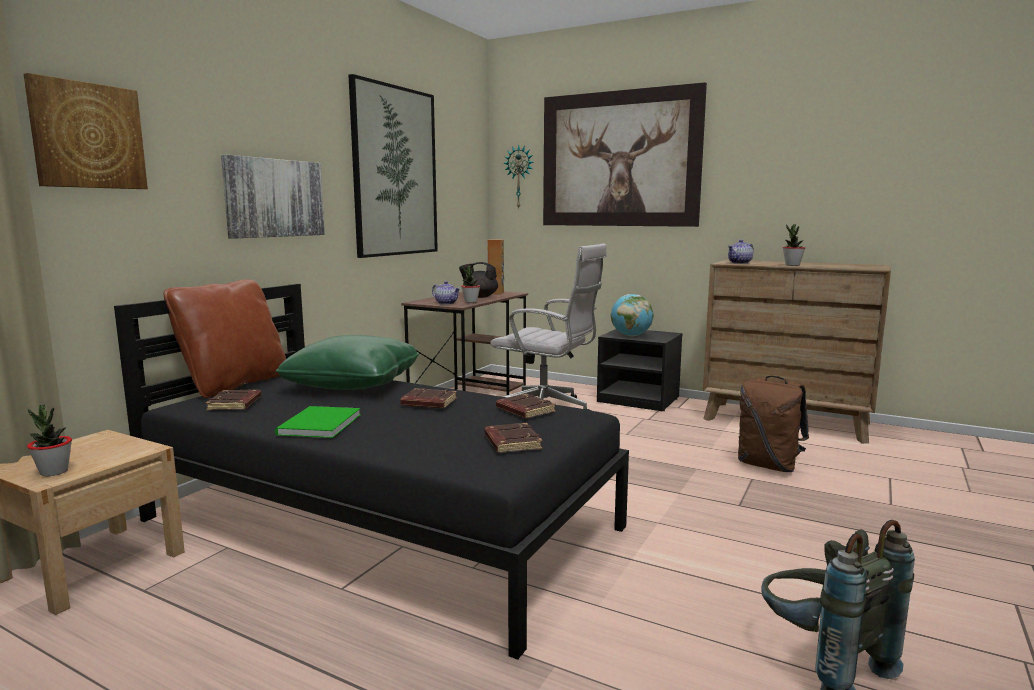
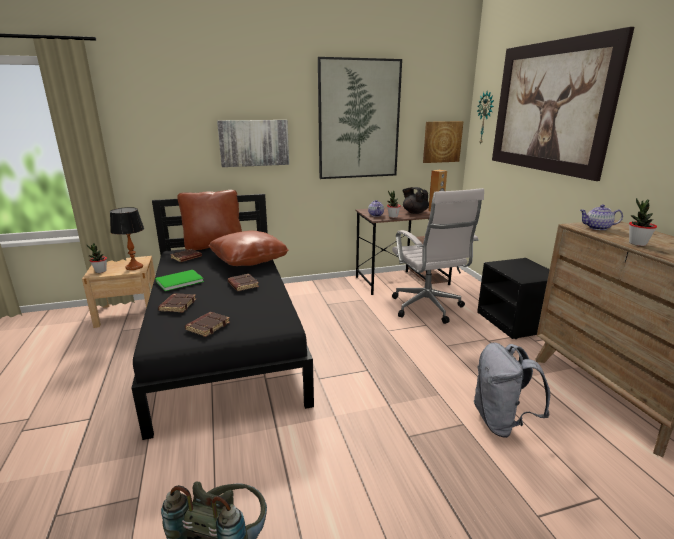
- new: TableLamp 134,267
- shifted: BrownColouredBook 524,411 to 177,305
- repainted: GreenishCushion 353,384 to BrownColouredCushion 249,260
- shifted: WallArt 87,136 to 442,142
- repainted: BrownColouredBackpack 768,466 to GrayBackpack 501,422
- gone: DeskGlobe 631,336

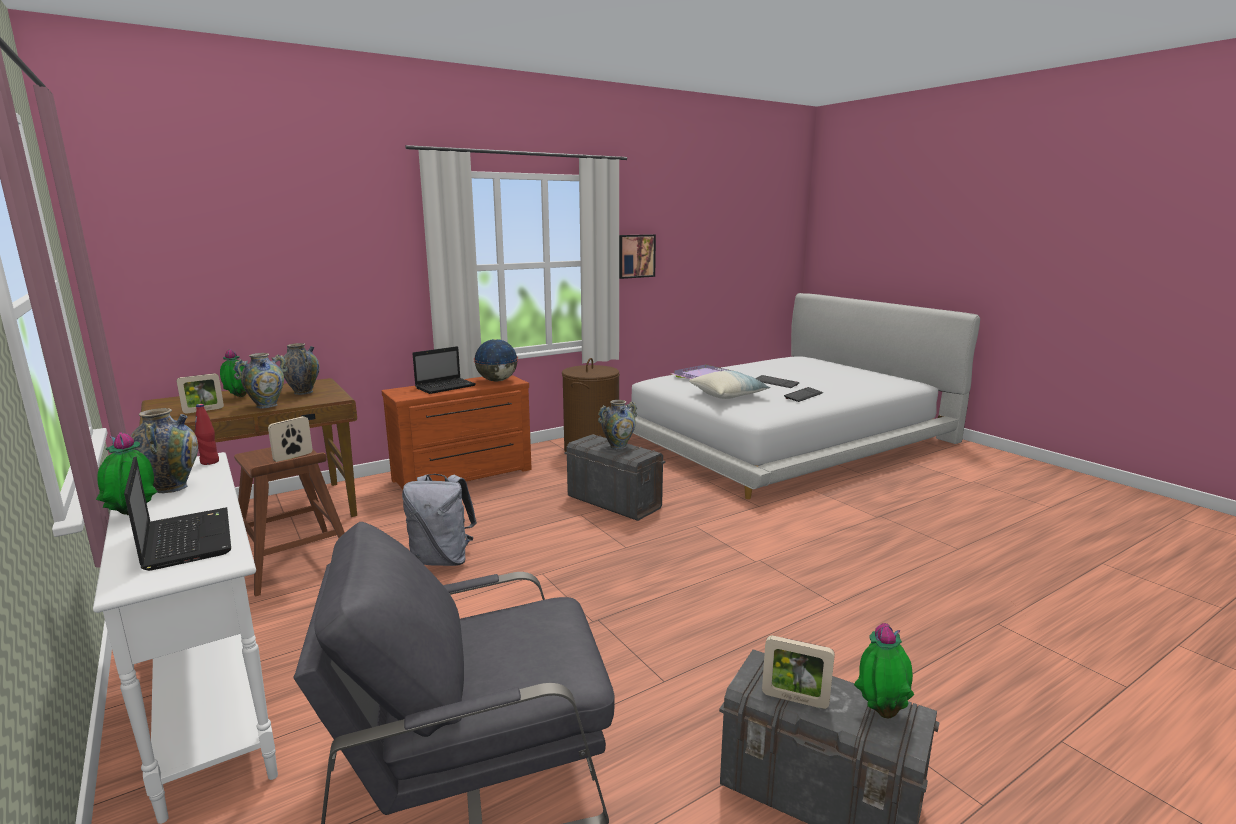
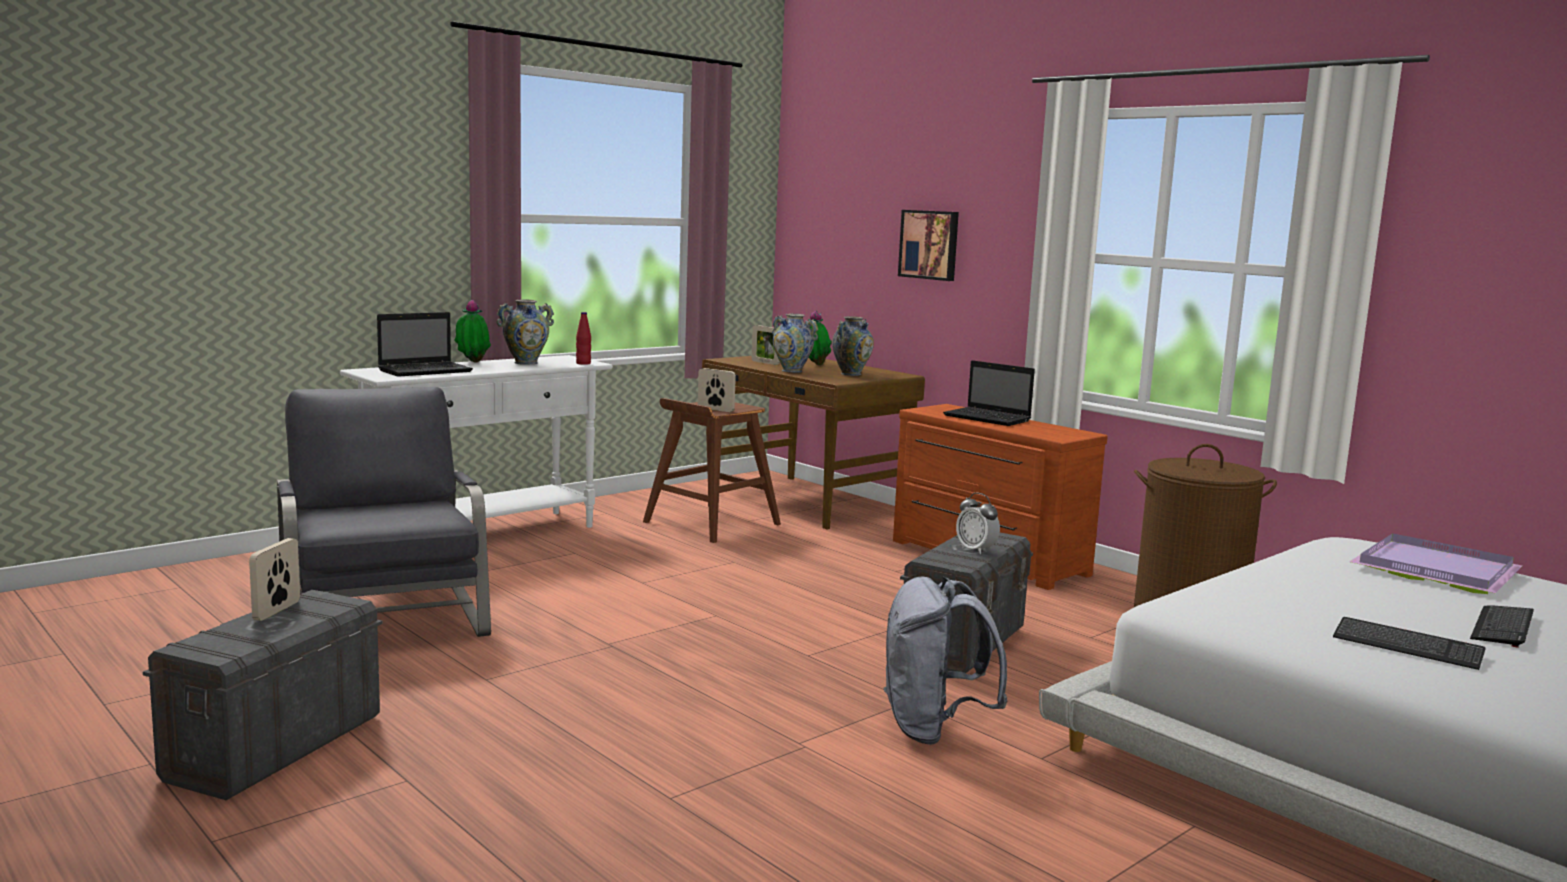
- shifted: GrayBackpack 442,560 to 933,729
- shifted: WallArt 635,256 to 930,244
- swapped: DecorativeVase 618,446 to TableClock 976,550
- gone: DeskGlobe 496,381
- gone: Cushion 728,395
- gone: PottedPlant 881,711

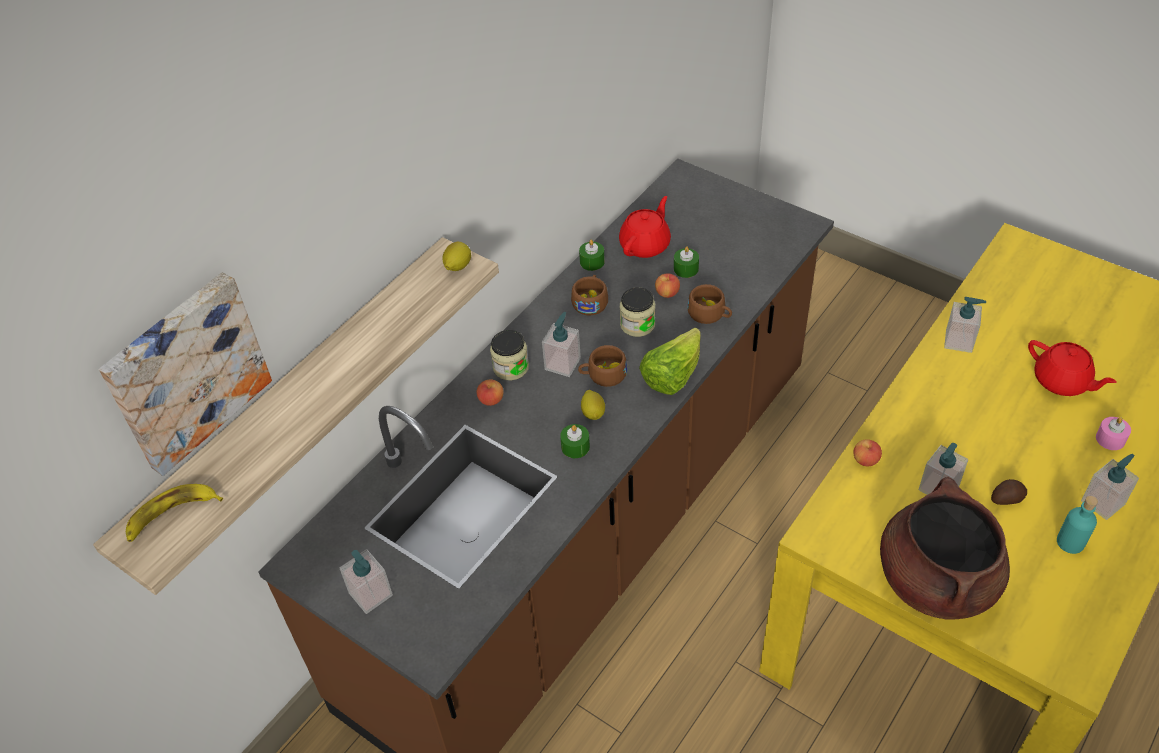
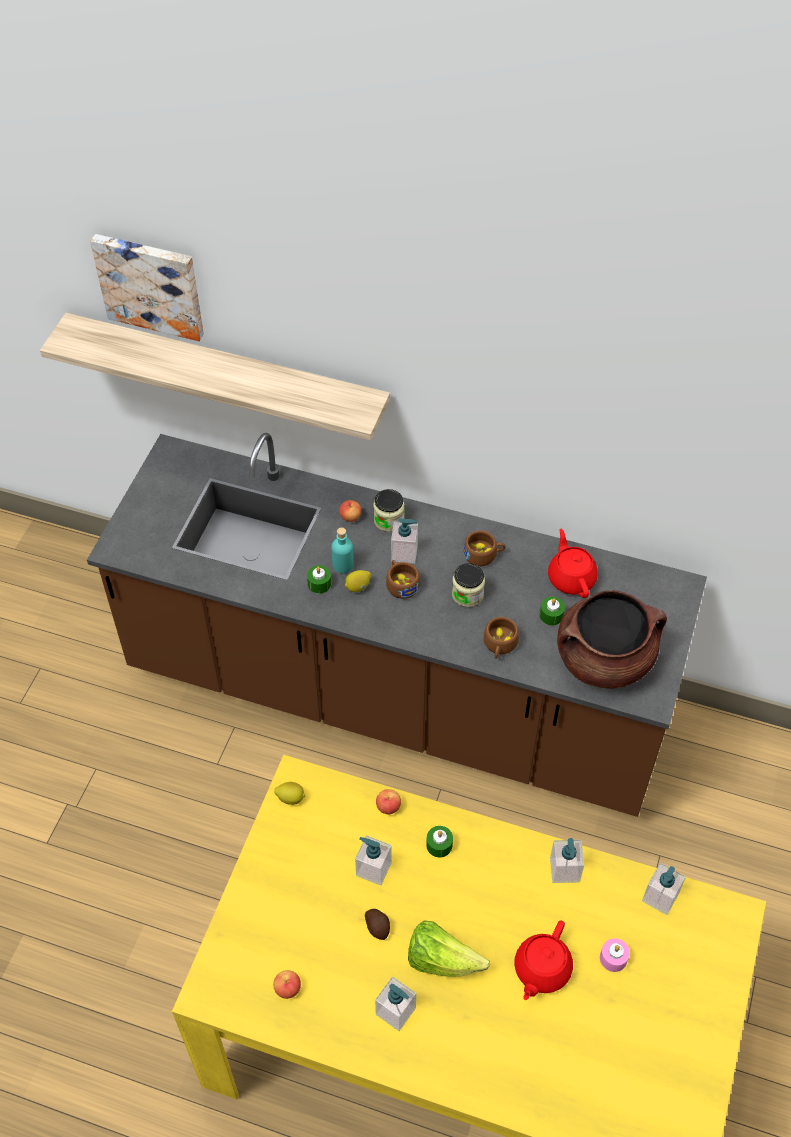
- shifted: WholeApple 667,293 to 287,988
- shifted: Lemon 457,266 to 291,798
- shifted: TurquoiseBeverageBottle 1070,542 to 343,565
- shifted: LettuceHead 672,376 to 441,959
- shifted: GreenishWaxCandle 592,262 to 439,845
- rotated: RedColouredPotForTea 645,244 = 571,578 120 degrees counterclockwise
- shifted: BrownColouredStockpot 935,580 to 604,659
- shifted: PinkWaxCandle 1110,439 to 613,958
- shifted: SoapDispenser 371,594 to 660,897
- gone: WholeBanana 172,515

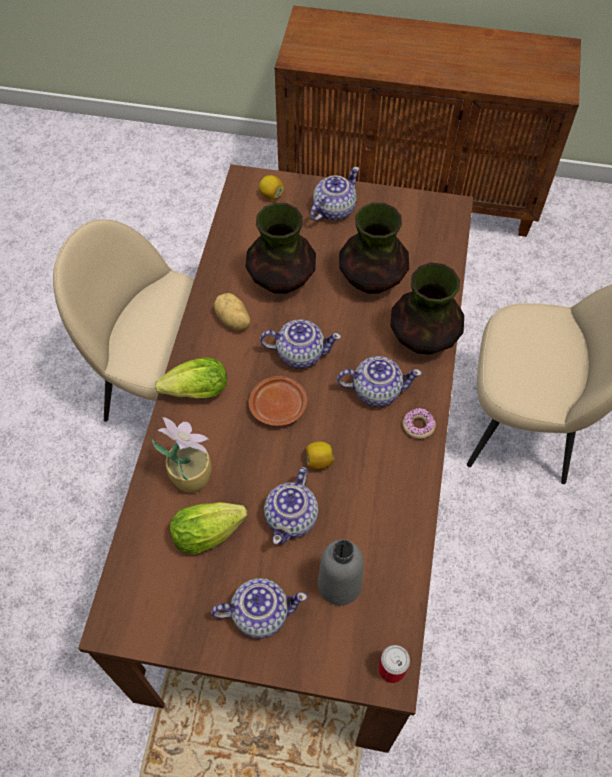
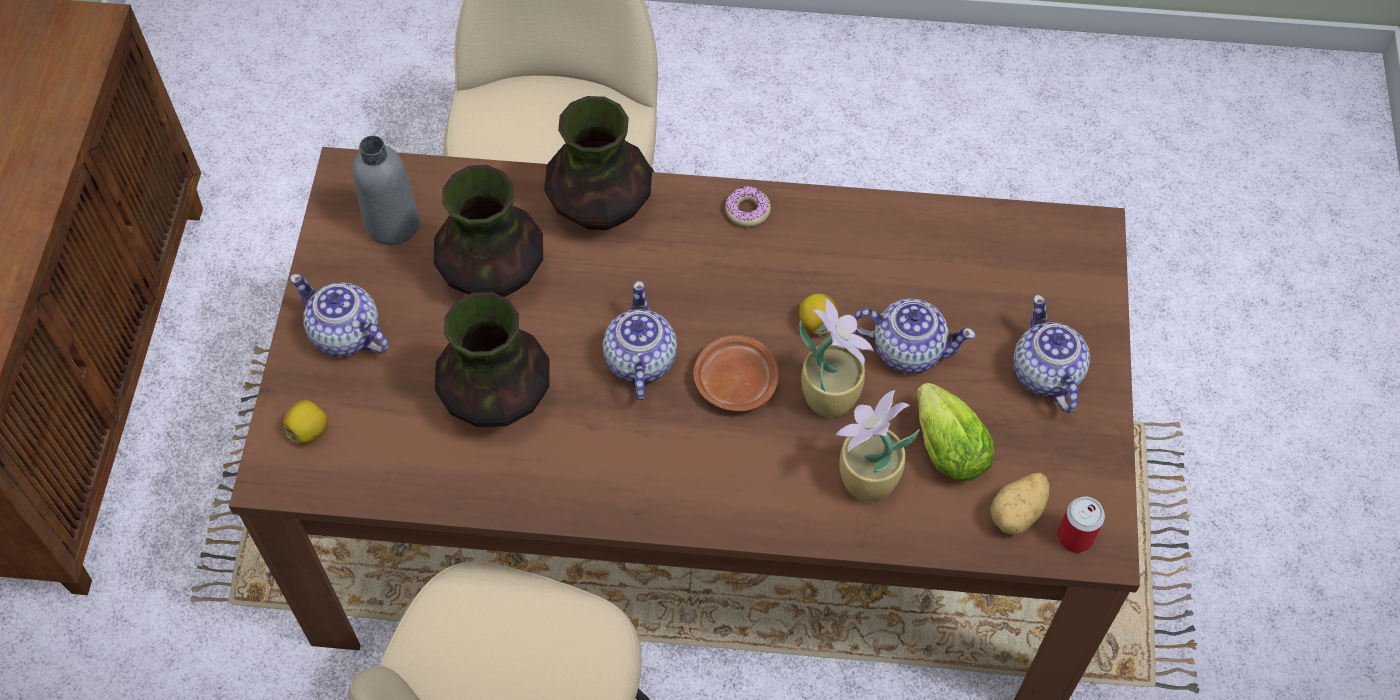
- shifted: GrayBeverageBottle 339,584 to 393,224
- new: PottedPlant 830,394
- shifted: WholePotato 233,320 to 1018,513
- shifted: MetalCan 391,669 to 1075,537
- gone: LettuceHead 193,392
- gone: PotForTea 376,390

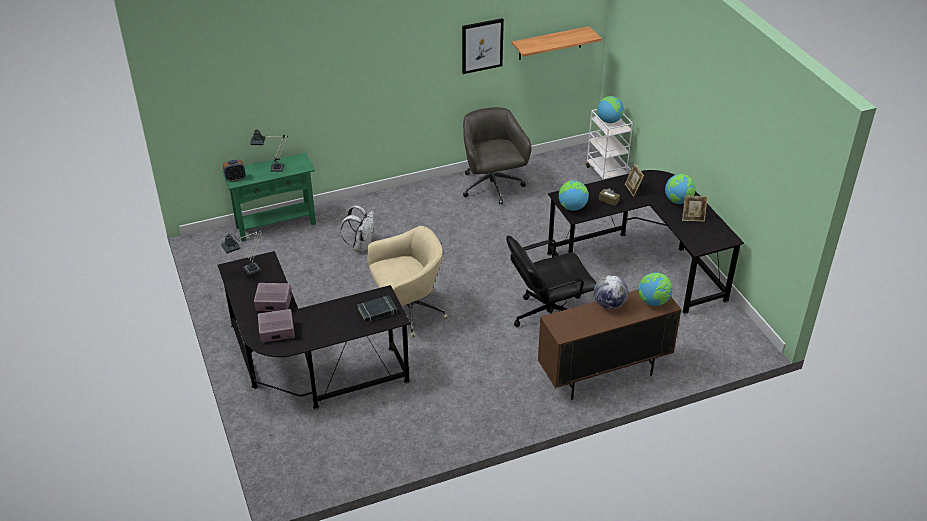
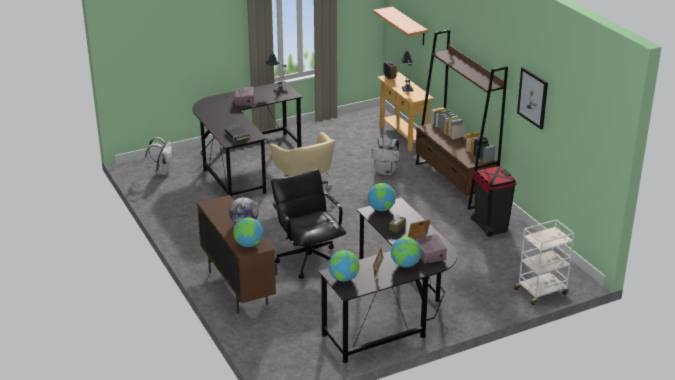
- new: WhitishBackpack 162,172
- shifted: DeskGlobe 609,121 to 344,279
- shifted: WallShelf 550,43 to 409,26
- repainted: GreenishConsoleTable 276,225 to BeigeConsoleTable 403,136
- shifted: Radio 276,332 to 430,255
- new: BrownColouredBookshelf 455,182
- swapped: GrayComputerChair 492,187 to BlackColouredRubbishBin 490,227

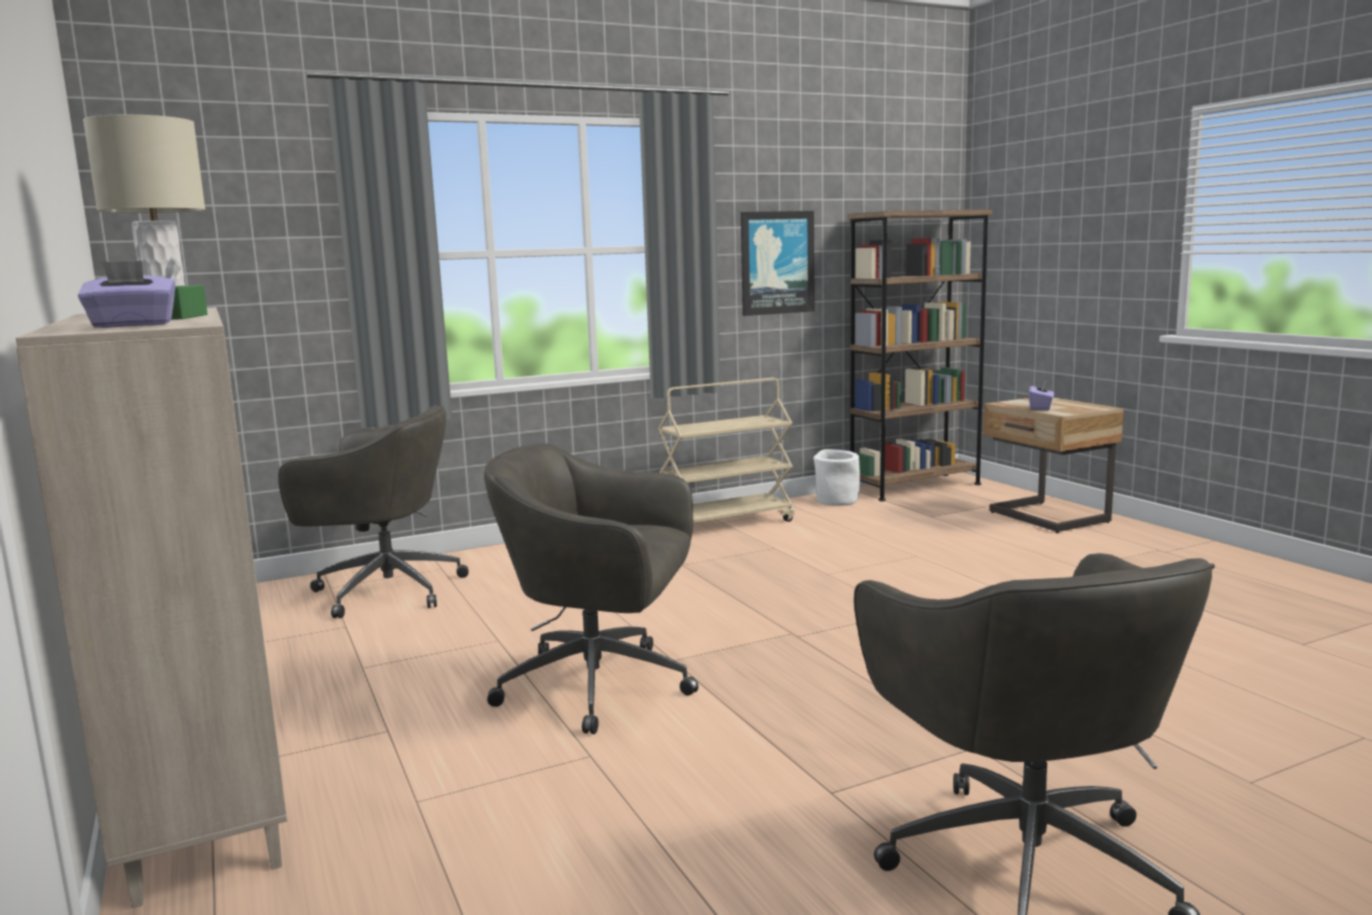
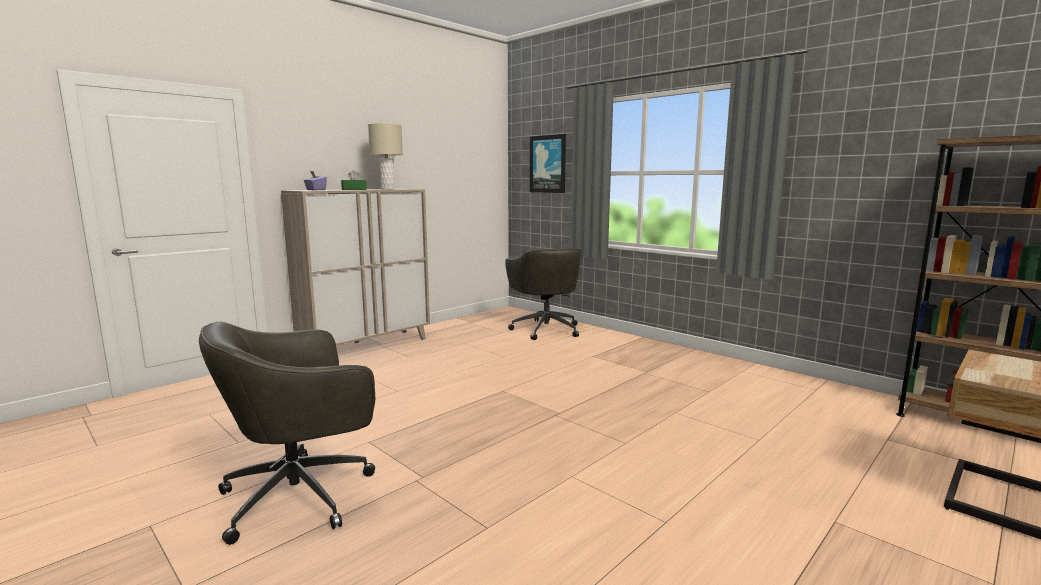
- shifted: WallArt 776,263 to 548,164
- gone: GrayComputerChair 601,686
- gone: BeigeWheeledCart 727,523
- gone: WhitishFlowerPot 836,501
- gone: PurpleBoxOfTissues 1040,408

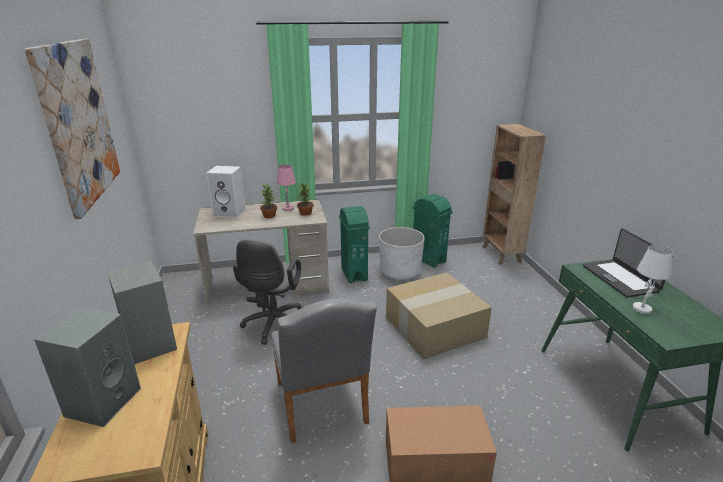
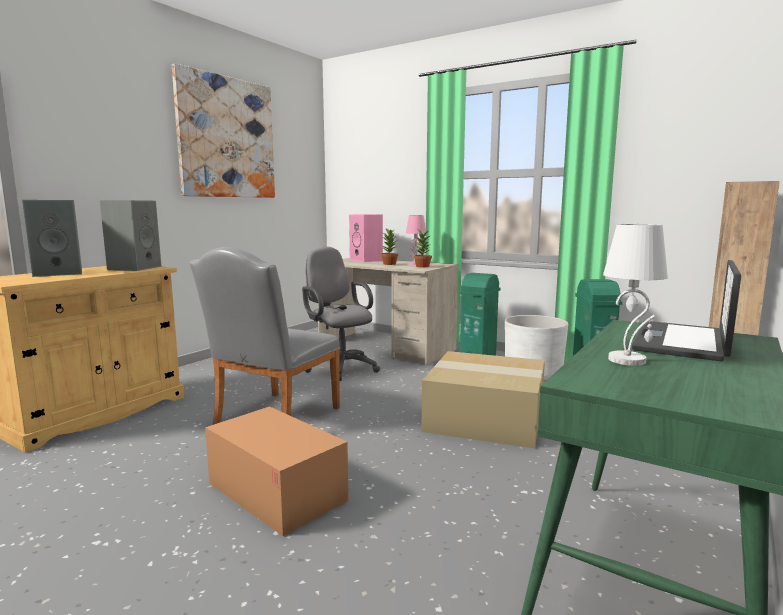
- rotated: GrayComputerChair 273,326 = 340,367 90 degrees clockwise
- repainted: WhitishAudioSpeaker 230,212 to PinkAudioSpeaker 367,260

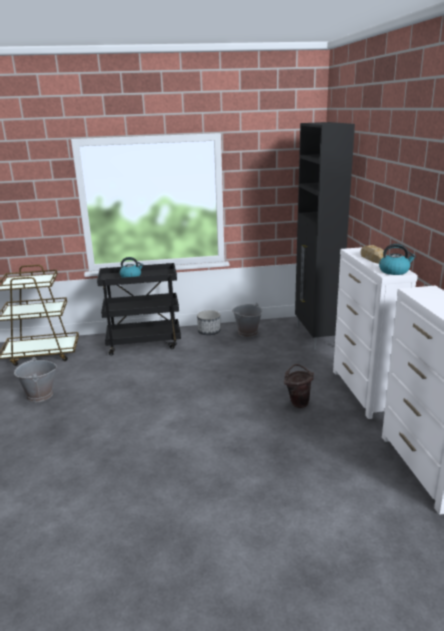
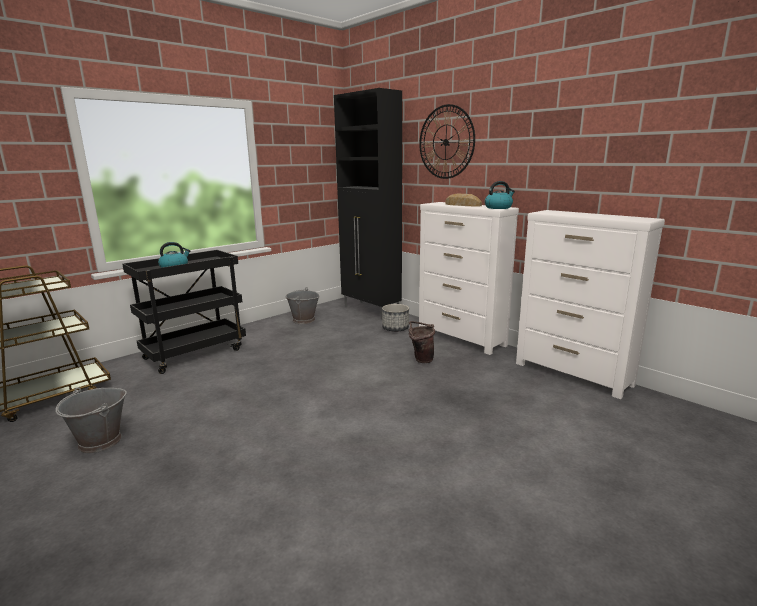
- shifted: FlowerPot 209,332 to 395,328
- new: ClockOnTheWall 446,142

